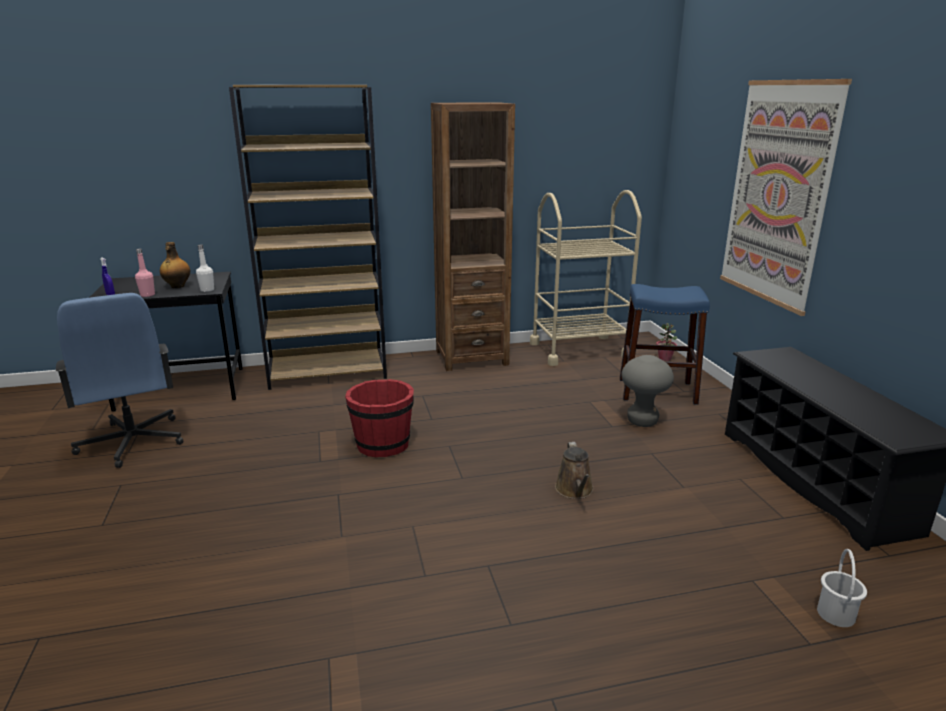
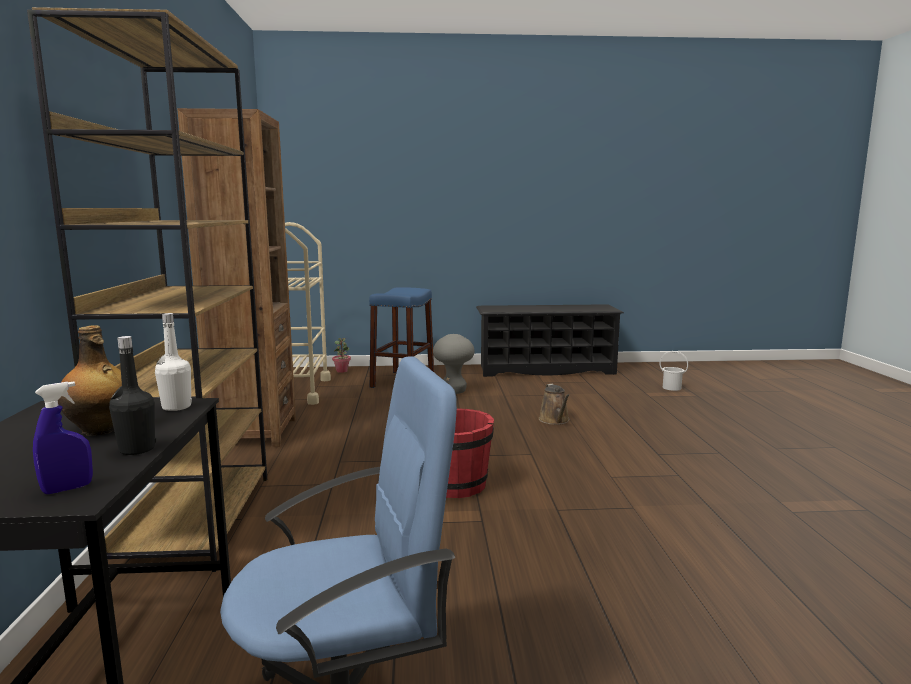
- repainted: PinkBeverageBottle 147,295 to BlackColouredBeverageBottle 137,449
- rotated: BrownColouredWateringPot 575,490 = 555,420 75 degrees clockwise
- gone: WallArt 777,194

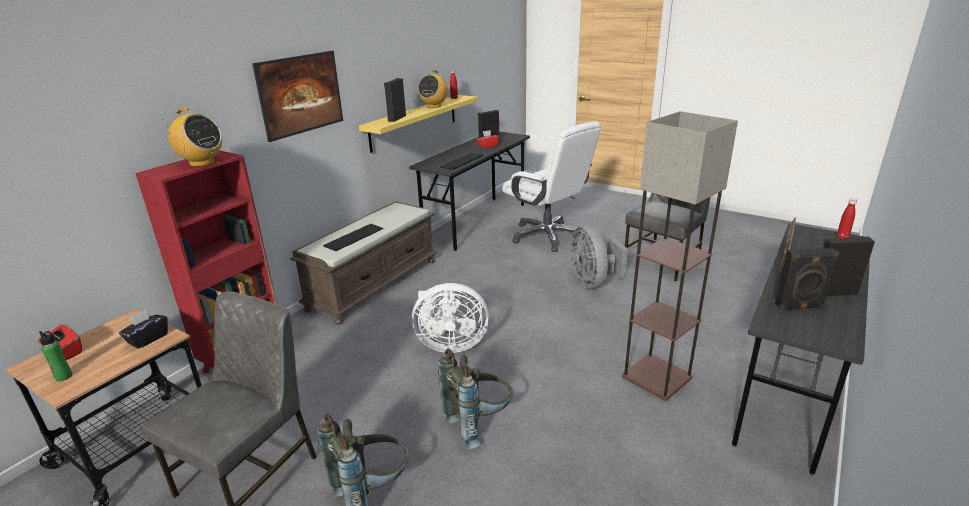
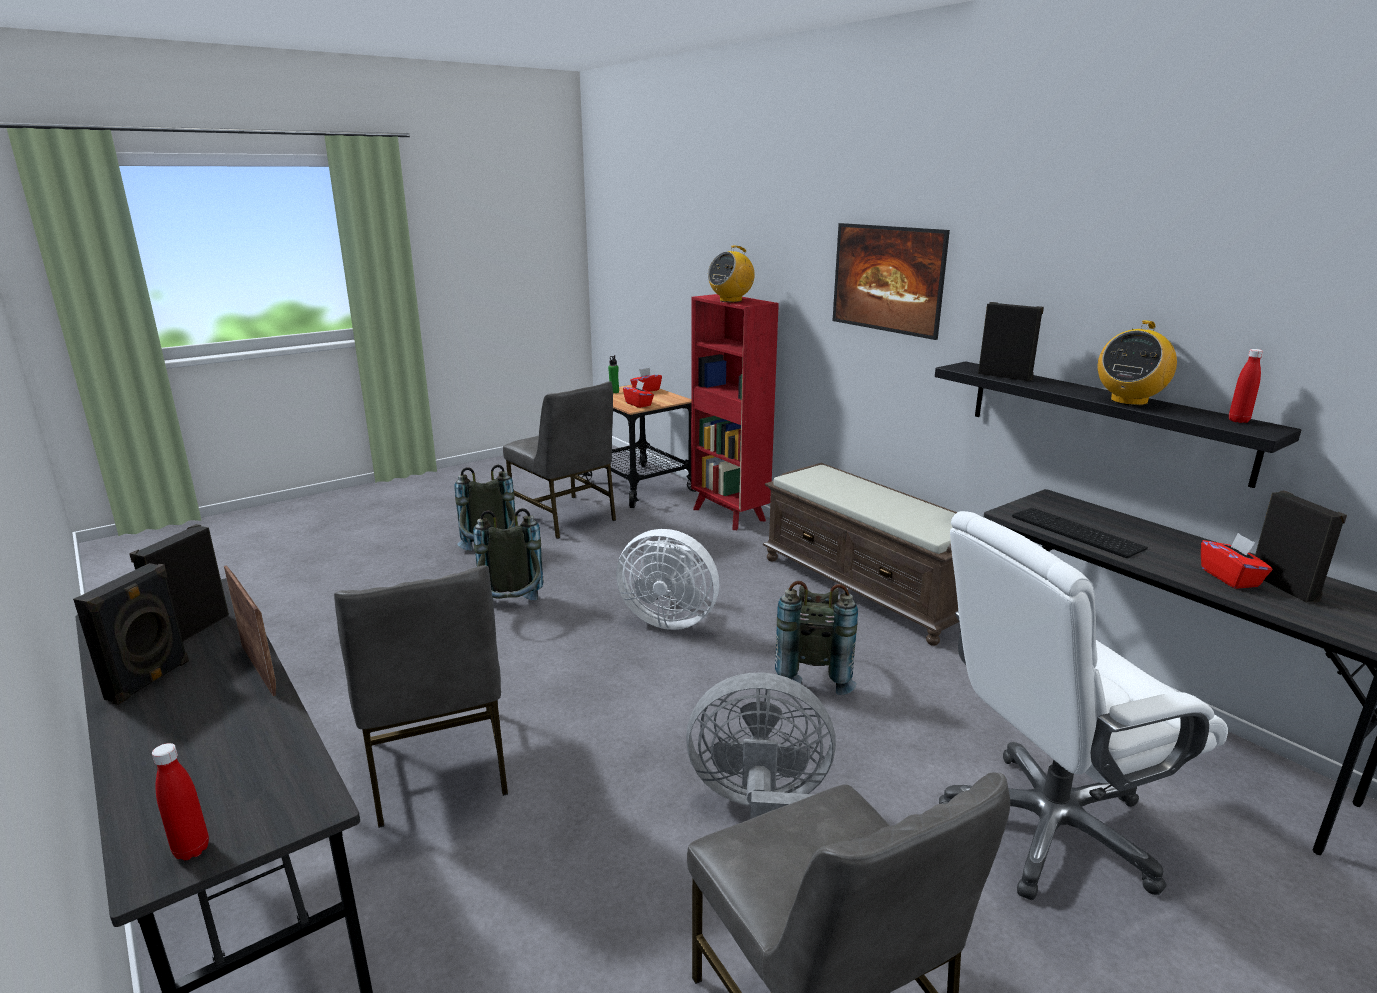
- swapped: FloorLamp 658,377 to GrayPlainChair 436,766
- rotated: WhitishFan 449,344 = 668,619 90 degrees counterclockwise
- repainted: BlackColouredBoxOfTissues 148,339 to RedColouredBoxOfTissues 638,404
- new: GrayBackpack 813,673
- repainted: YellowishWallShelf 414,122 to BlackColouredWallShelf 1102,419
- rotated: Radio 434,106 = 1129,401 90 degrees counterclockwise
- gone: Keyboard 353,236

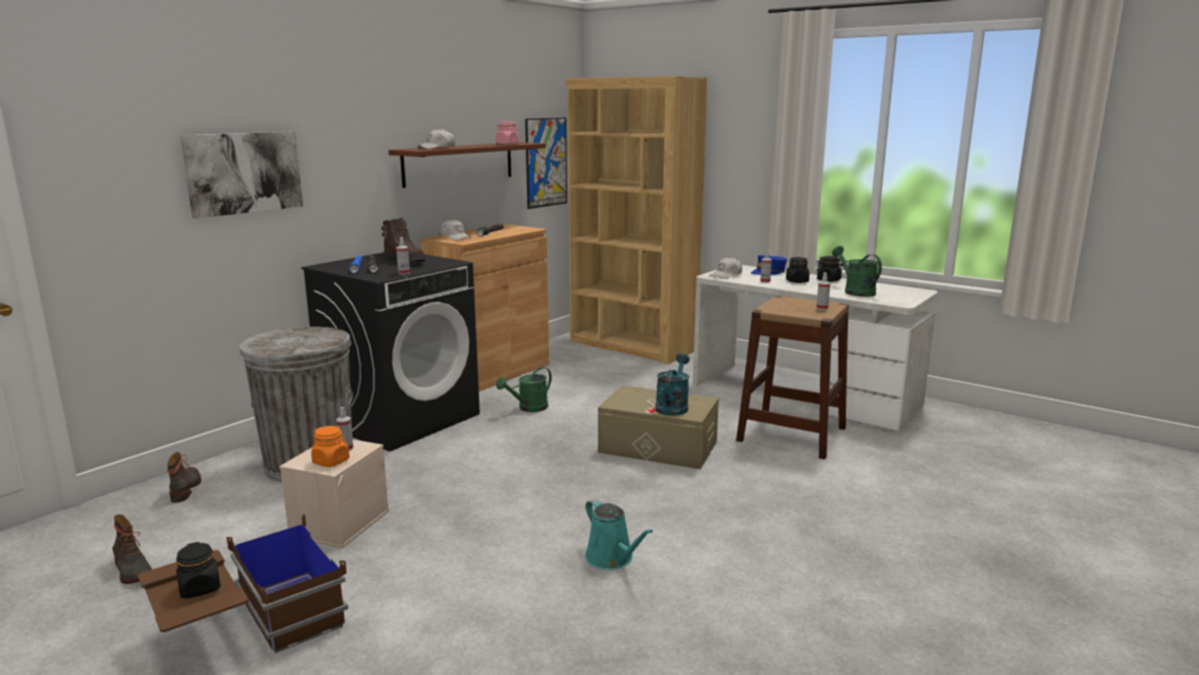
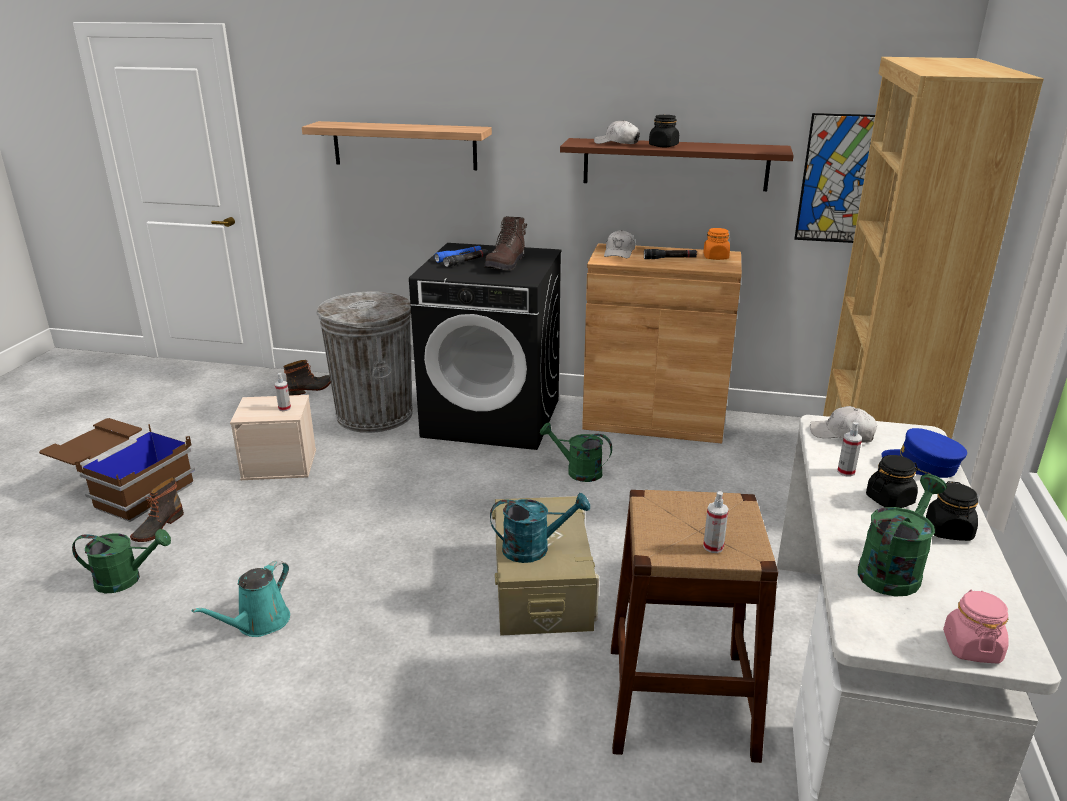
- new: GreenishWateringPot 126,579
- shifted: Boot 132,571 to 157,527
- swapped: WallArt 244,172 to WallShelf 404,145
- shifted: BlackColouredJar 200,588 to 663,146
- shifted: OrangeJar 331,461 to 715,257
- shifted: PinkJar 507,144 to 971,647
- gone: SprayBottle 404,273

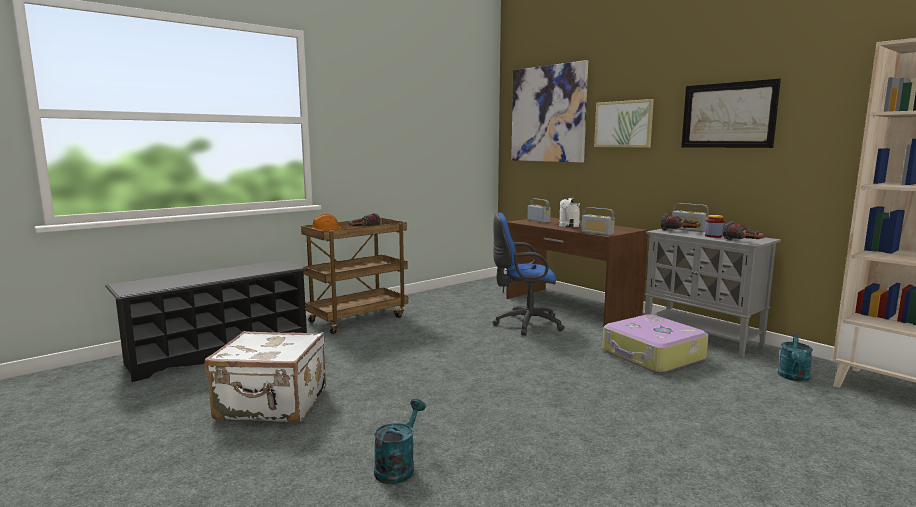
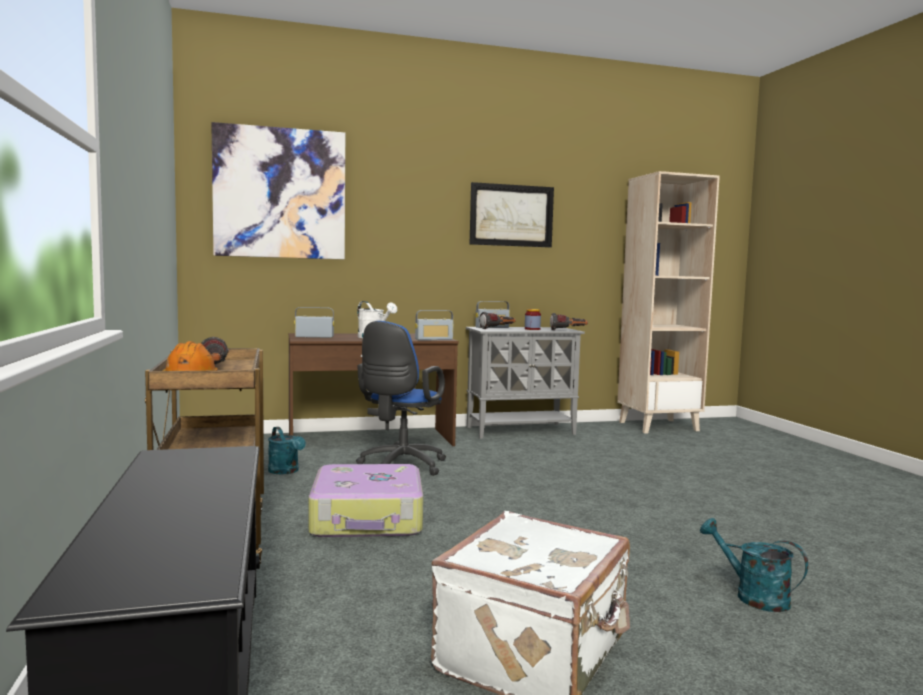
- shifted: TurquoiseWateringPot 794,378 to 286,471
- shifted: Suitcase 652,355 to 368,518
- gone: WallArt 623,124

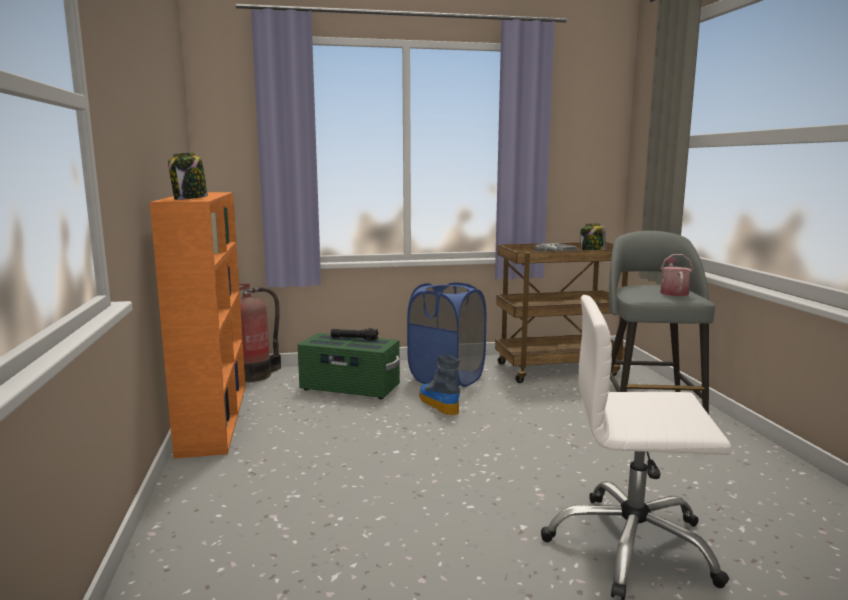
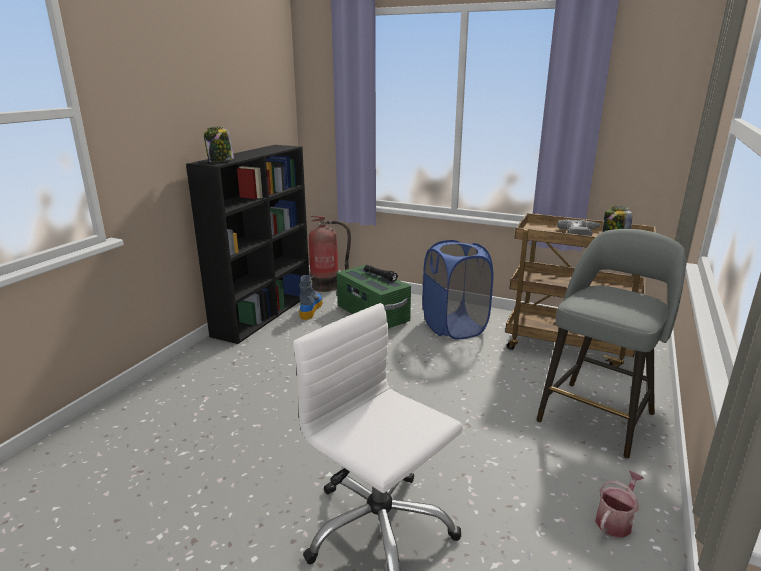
- repainted: OrangeBookshelf 214,417 to BlackColouredBookshelf 264,313
- shifted: Boot 437,404 to 310,309
- shifted: WateringPot 673,292 to 615,520

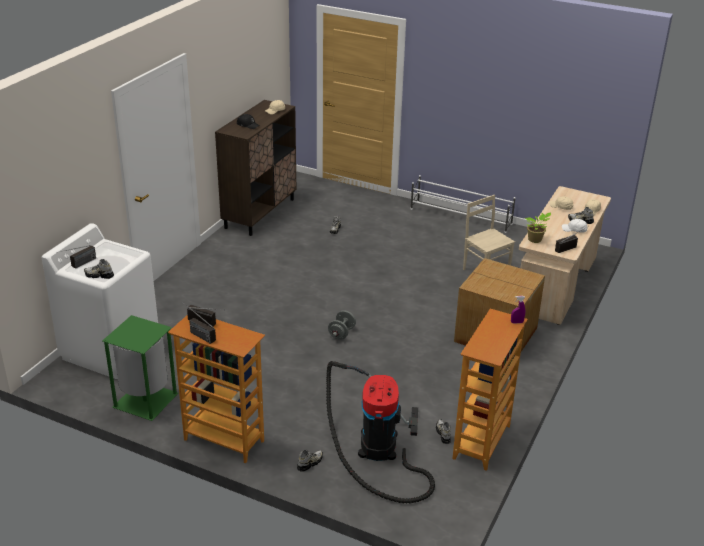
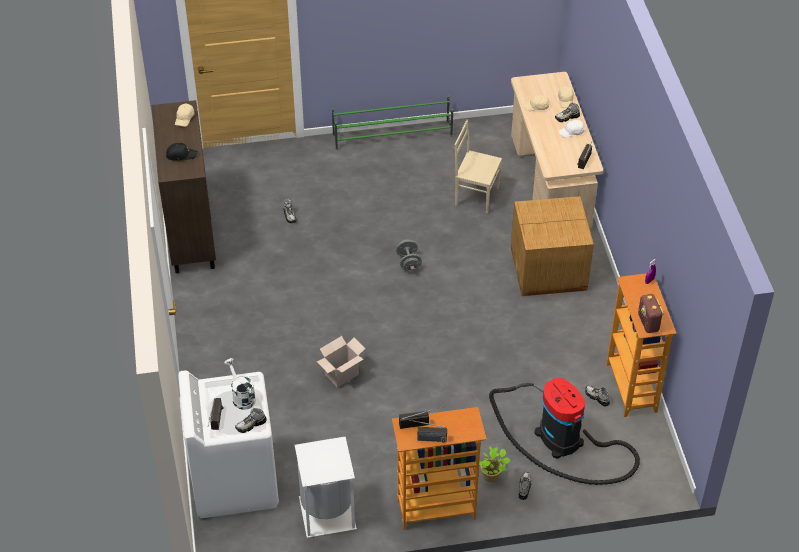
- new: WhitishWateringPot 241,396
- repainted: GreenishRubbishBin 145,399 to WhitishRubbishBin 326,512
- new: Carton 341,376
- repainted: WhitishShoeRack 461,217 to GreenishShoeRack 393,135
- shifted: GrayHandWeight 341,333 to 408,262
- shifted: PottedPlant 535,240 to 492,476
- new: Radio 648,323

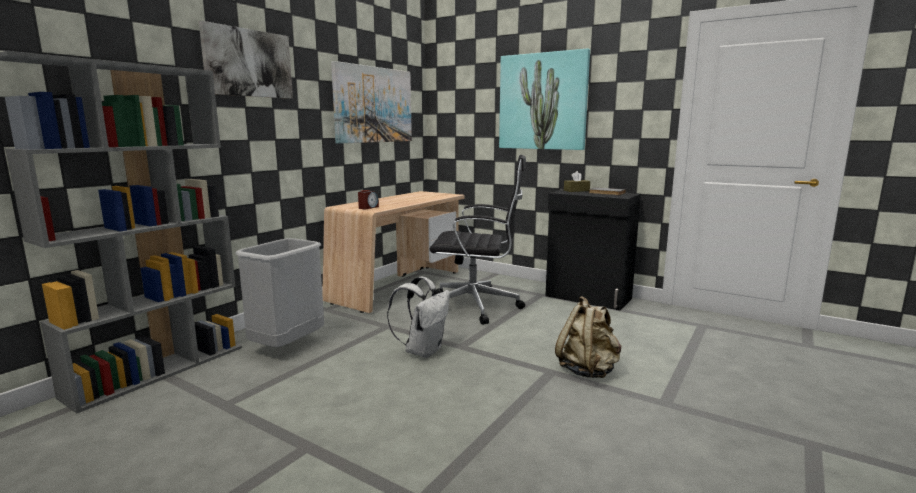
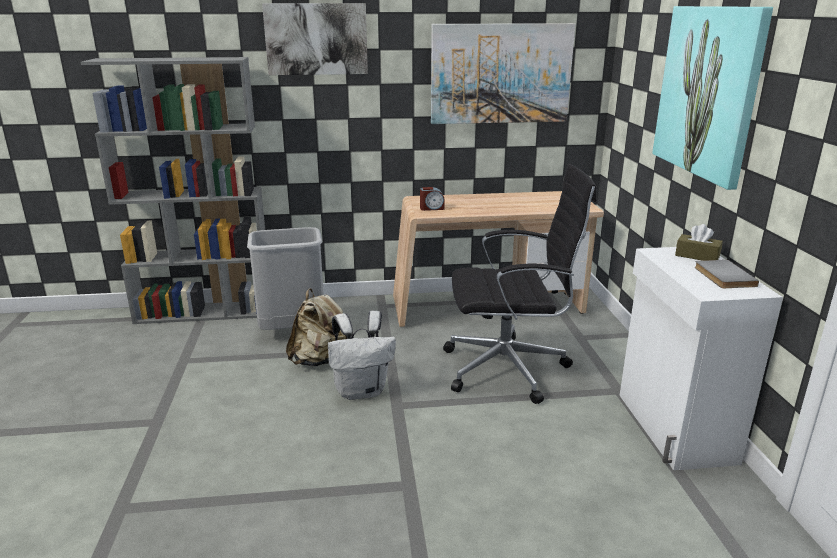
- shifted: BeigeBackpack 588,370 to 320,360
- rotated: BlackColouredComputerChair 476,306 = 509,368 60 degrees counterclockwise
- repainted: BlackColouredStorageCabinet 588,297 to WhitishStorageCabinet 673,428

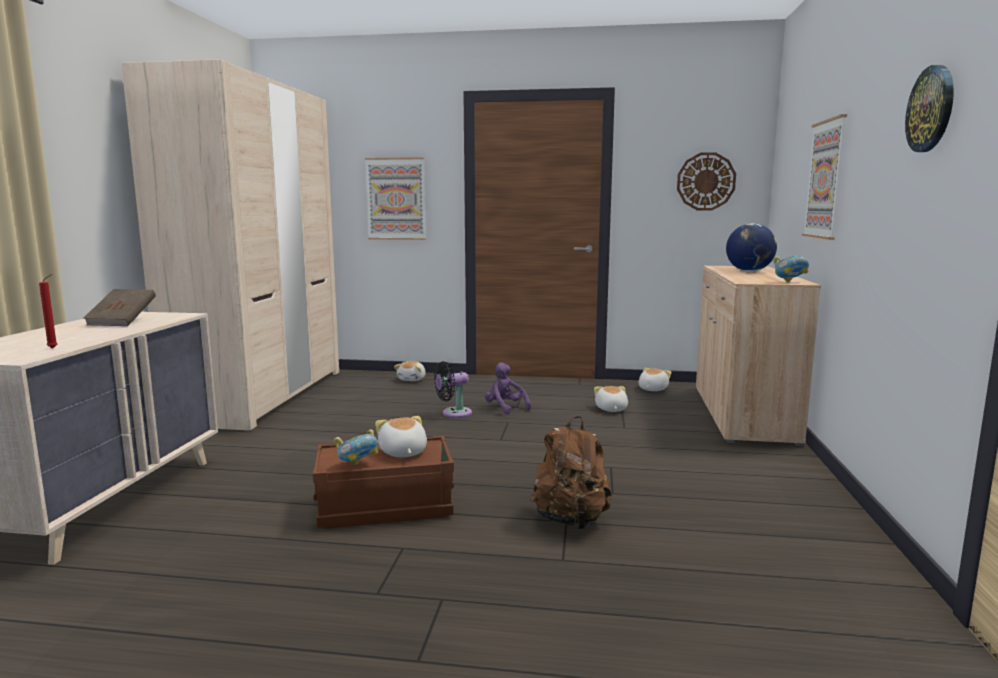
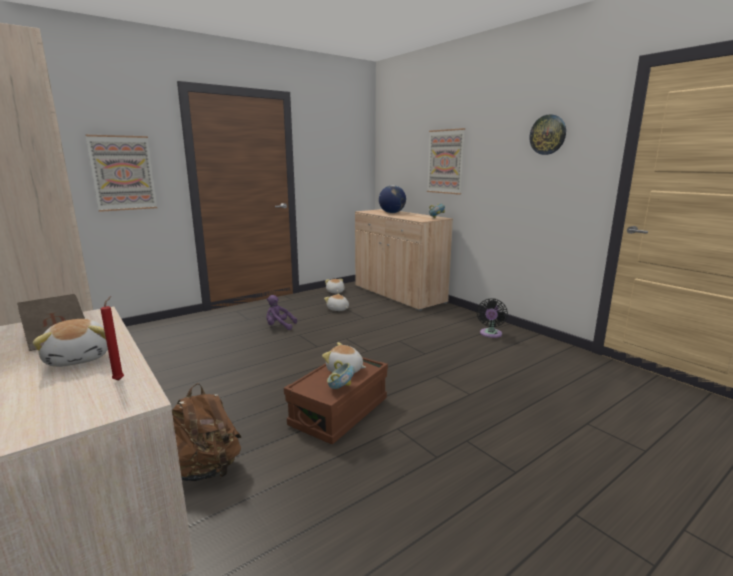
- shifted: SoftToy 412,379 to 80,358
- shifted: BrownColouredBackpack 571,520 to 206,470
- shifted: BlackColouredFan 453,413 to 490,334
- gone: ClockOnTheWall 706,181

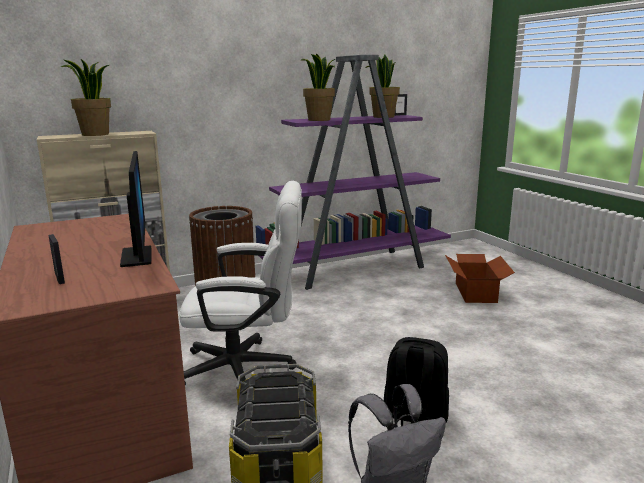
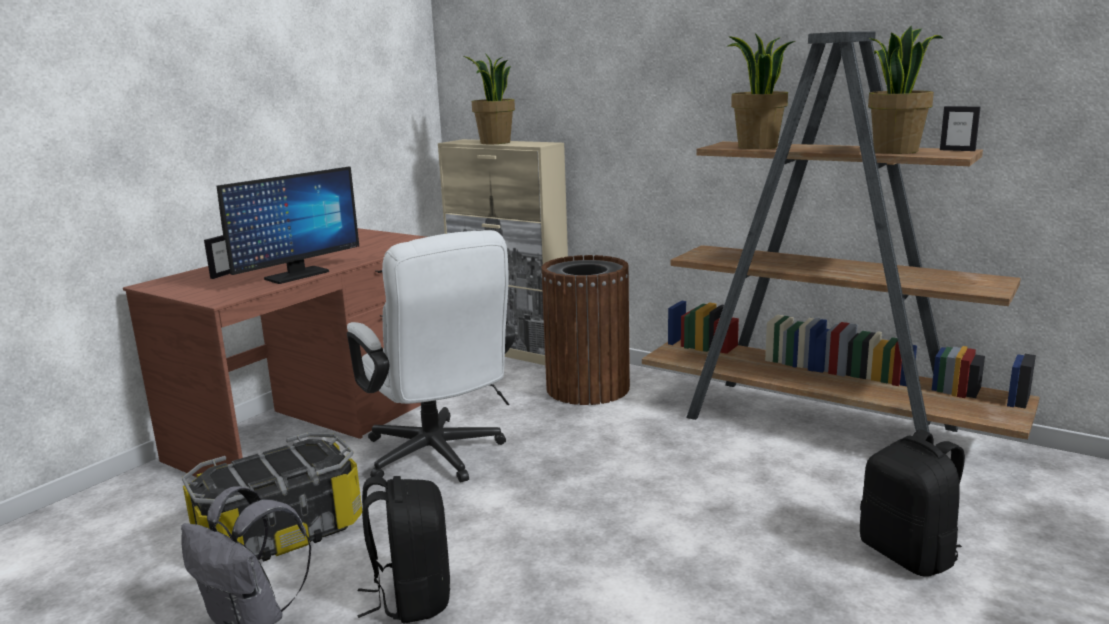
- repainted: PurpleBookshelf 356,268 to BrownColouredBookshelf 822,425
- swapped: Carton 476,292 to BlackColouredBackpack 909,554

